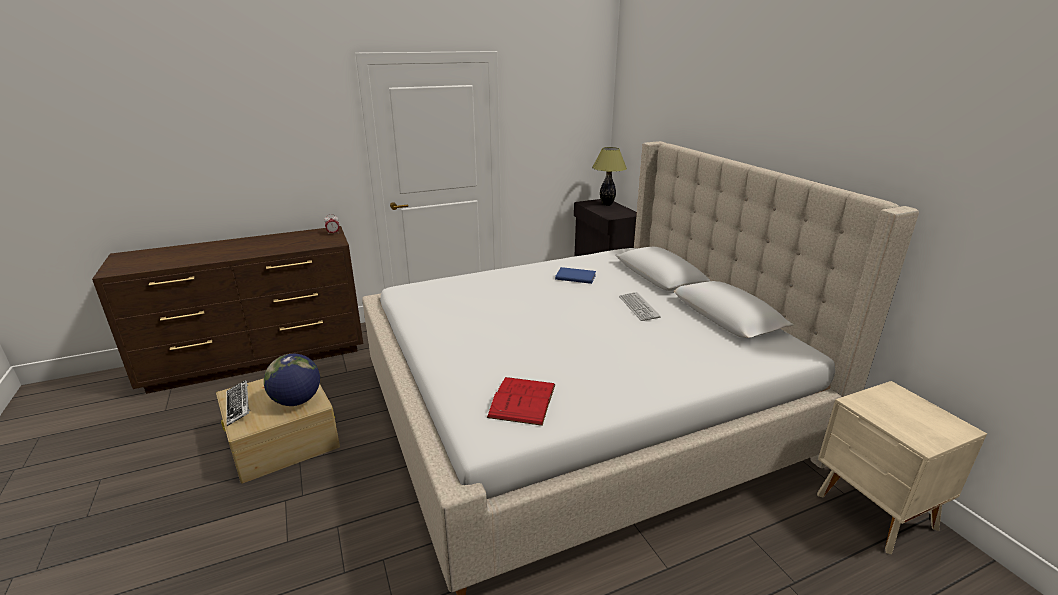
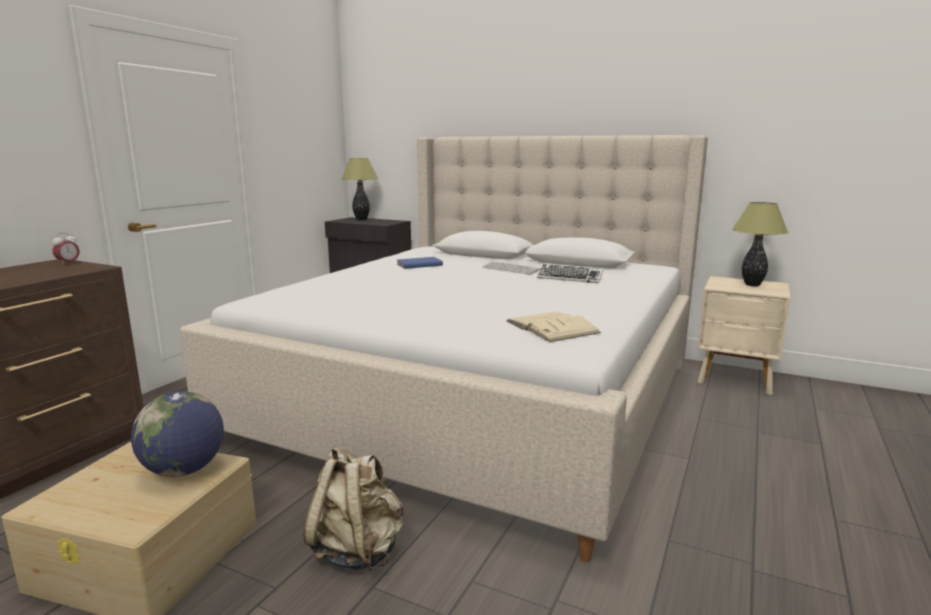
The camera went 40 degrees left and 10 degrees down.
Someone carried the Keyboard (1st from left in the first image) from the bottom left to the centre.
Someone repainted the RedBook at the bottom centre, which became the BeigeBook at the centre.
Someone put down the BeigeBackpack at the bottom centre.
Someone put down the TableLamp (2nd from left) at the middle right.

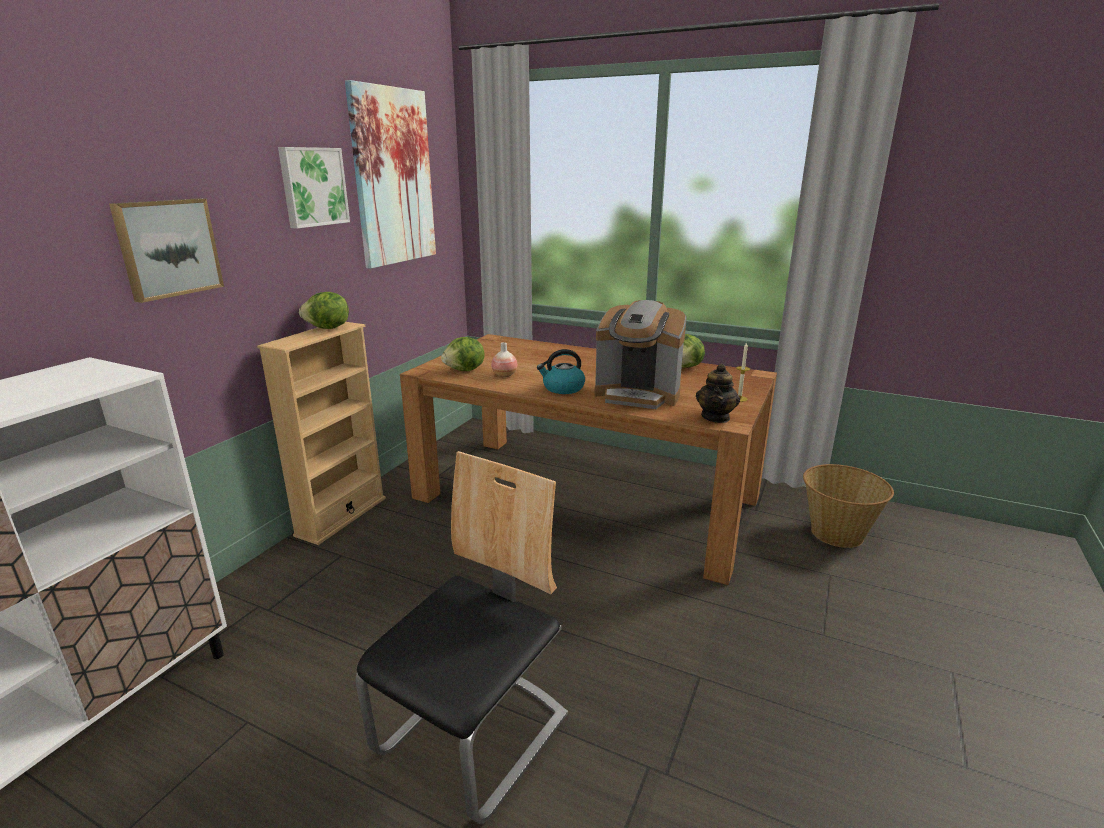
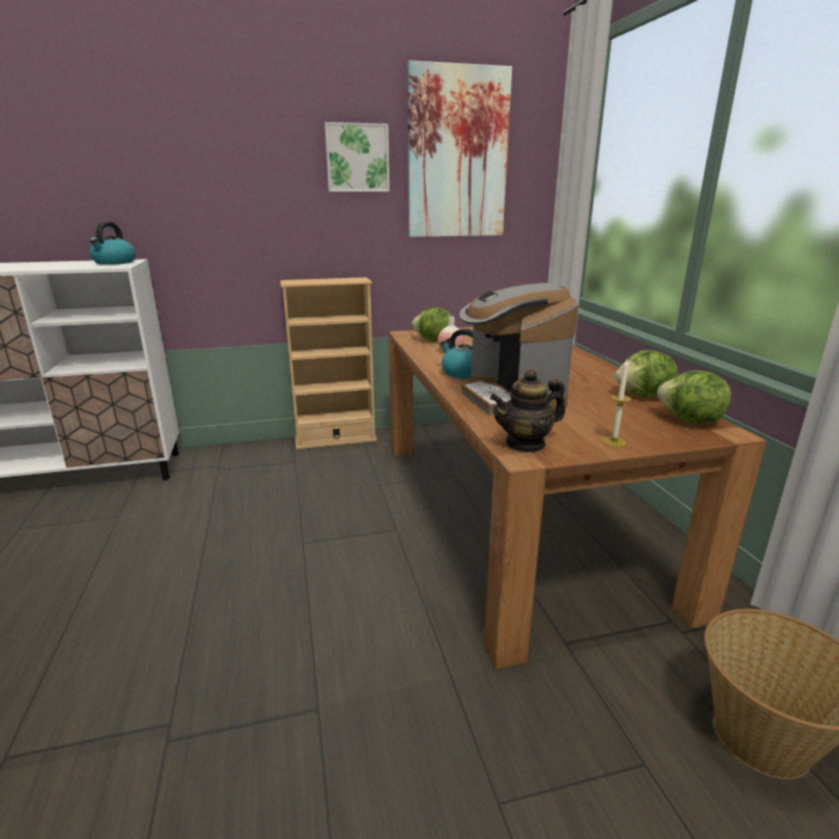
The camera went 50 degrees right and 0 degrees up.
Someone took away the Picture (1st from left) at the top left.
Someone carried the Lettuce (1st from left in the first image) from the middle left to the middle right.
Someone took away the Chair at the bottom centre.
Someone put down the Kettle (1st from left) at the top left.

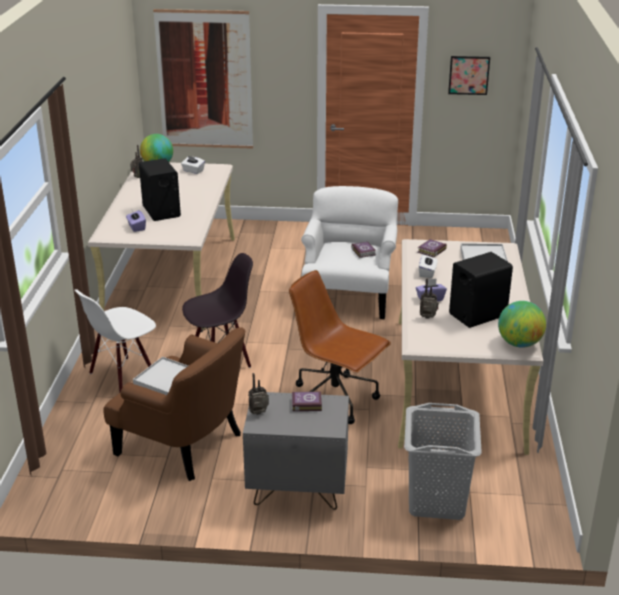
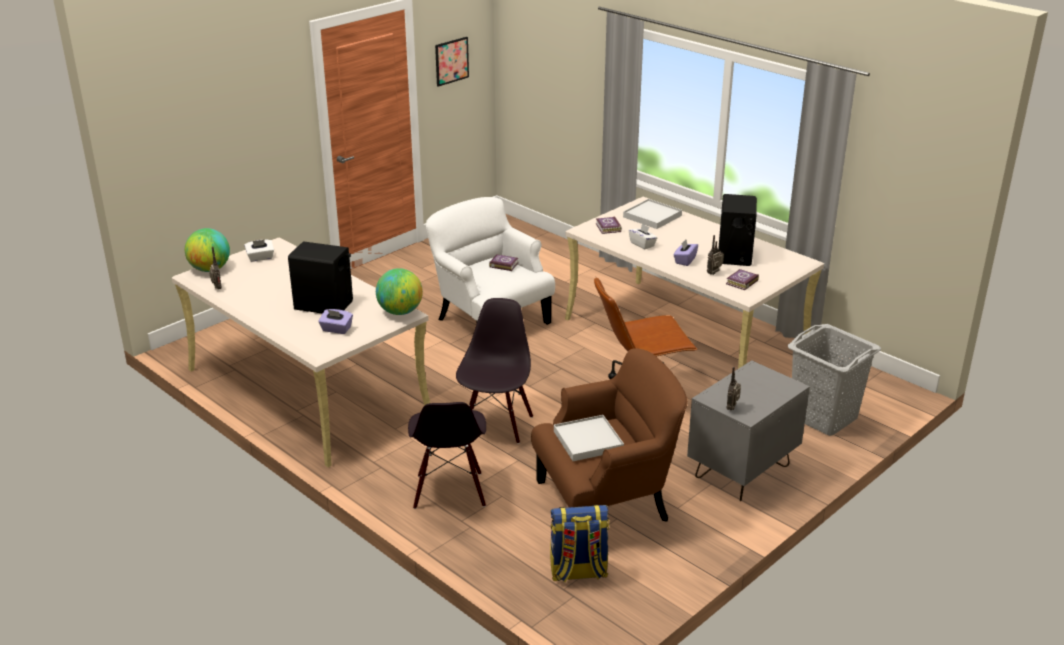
The camera went 50 degrees left and 0 degrees up.
Someone repainted the WhiteChair at the middle left, which became the BlackChair (1st from left) at the bottom centre.
Someone took away the Picture (1st from left) at the top left.
Someone carried the Book (1st from left in the first image) from the bottom centre to the middle right.
Someone carried the Globe (2nd from left) from the middle right to the centre.
Someone put down the Backpack at the bottom centre.

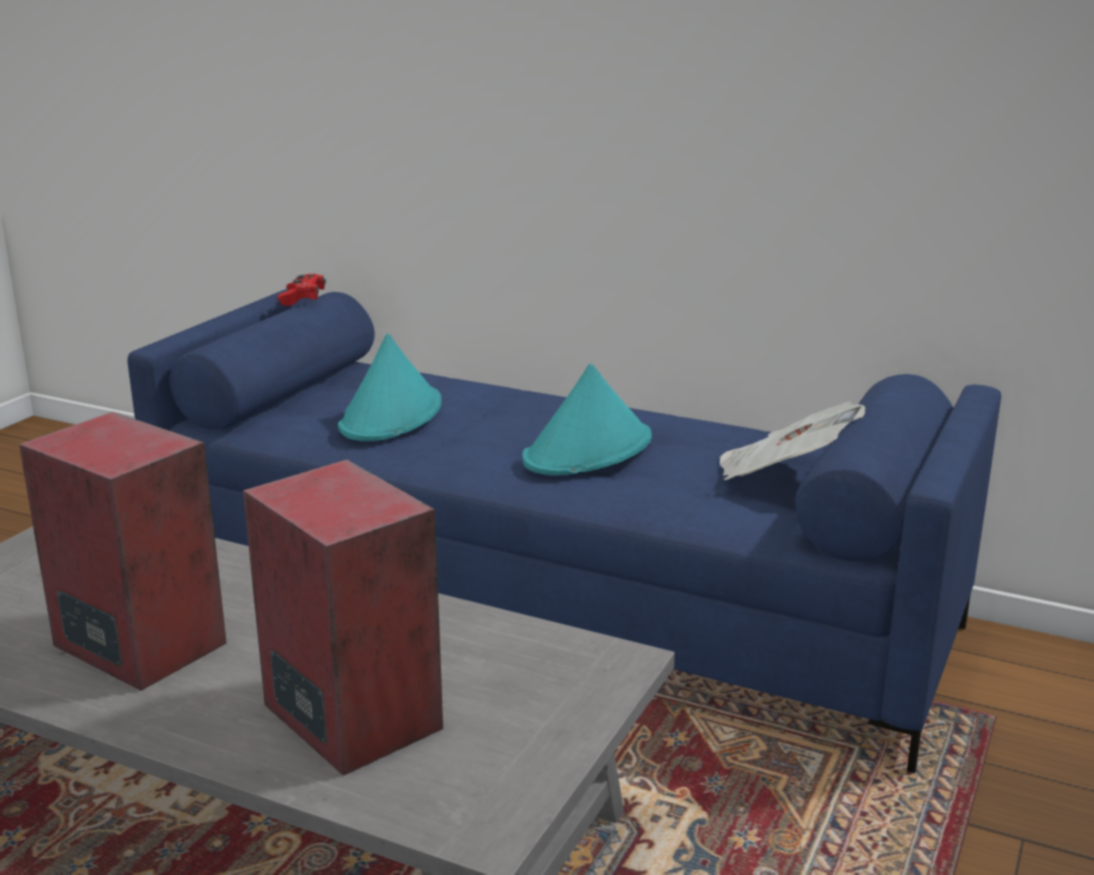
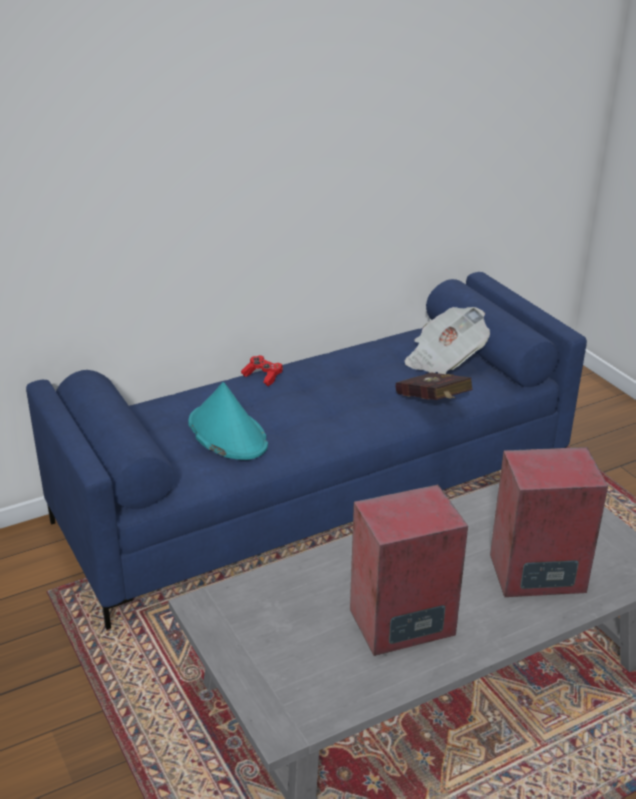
The camera went 55 degrees left and 10 degrees up.
Someone carried the RedGameController from the top left to the centre.
Someone took away the TurquoiseHat (2nd from left) at the centre.
Someone put down the RedBook at the middle right.

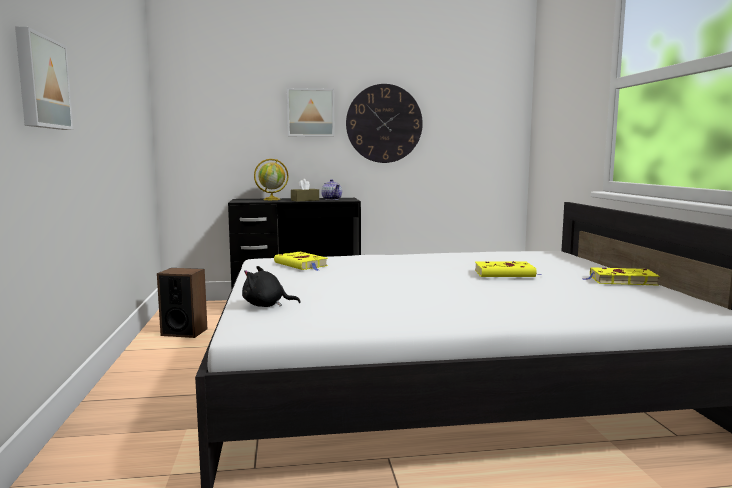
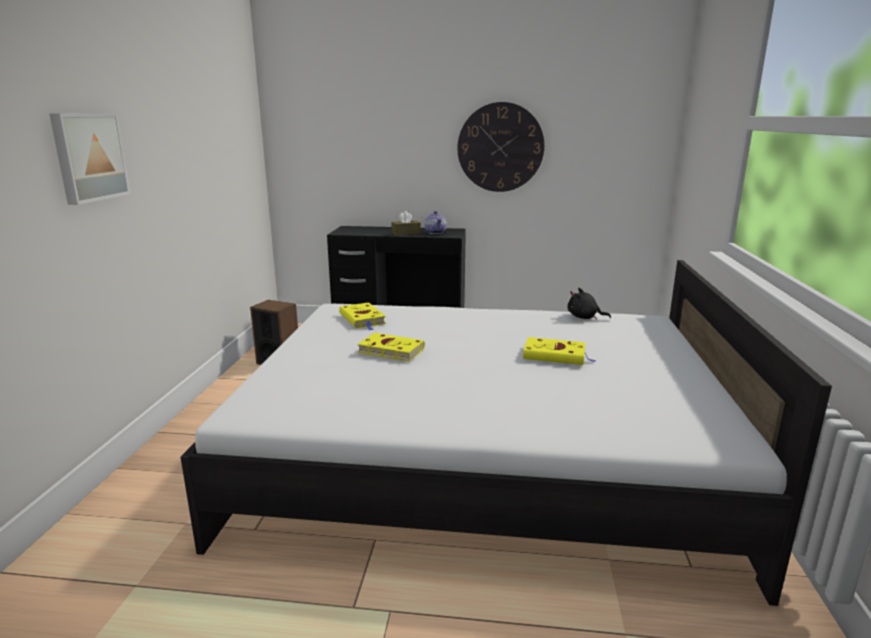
The camera went 15 degrees right and 10 degrees up.
Someone carried the BlackPlushToy from the centre to the middle right.
Someone took away the Globe at the centre.
Someone took away the Picture (2nd from left) at the top centre.
Someone carried the YellowBook (3rd from left in the first image) from the middle right to the centre.

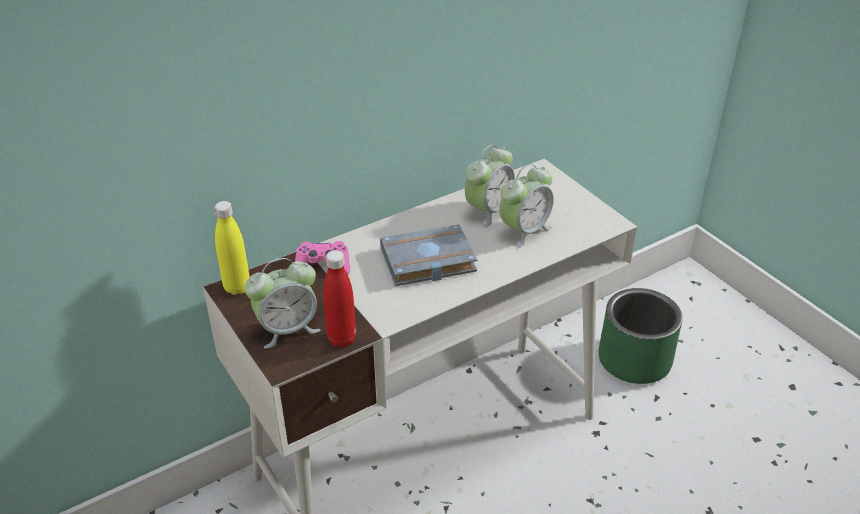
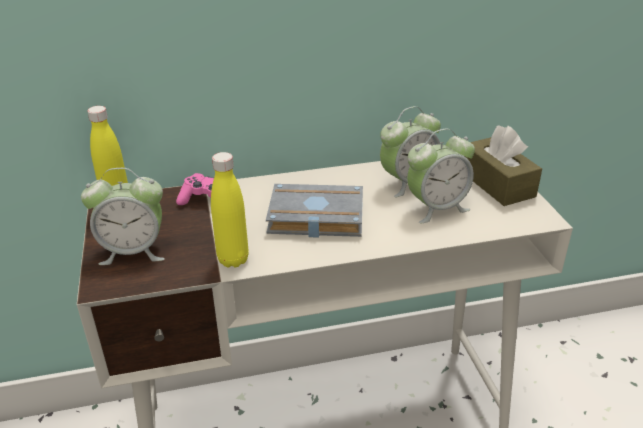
The camera went 20 degrees right and 5 degrees down.
Someone took away the RedBottle at the centre.
Someone took away the GreenPlanter at the middle right.
Someone put down the YellowBottle (2nd from left) at the centre.
Someone put down the BrownTissueBox at the middle right.

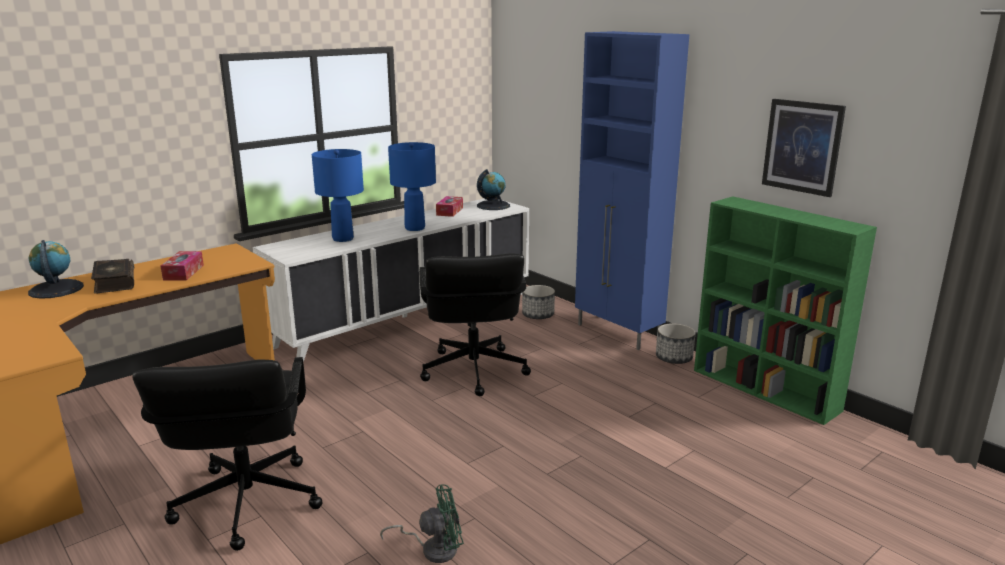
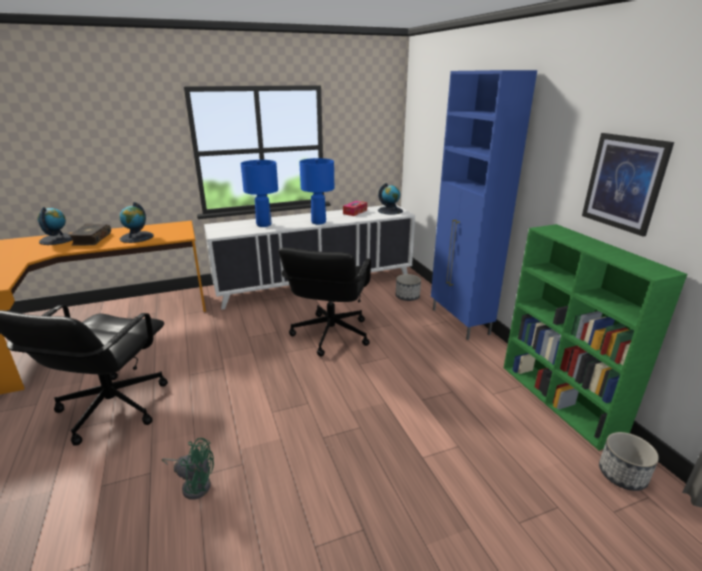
The camera went 20 degrees right and 5 degrees up.
Someone swapped the TissueBox (1st from left) at the middle left for the Globe (2nd from left) at the middle left.
Someone carried the Planter (2nd from left) from the middle right to the bottom right.

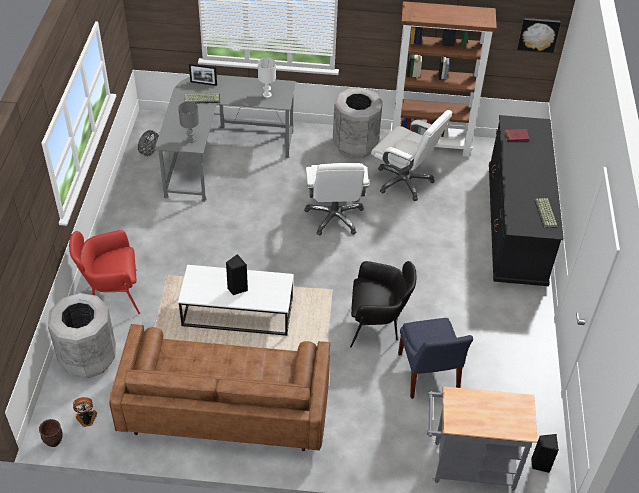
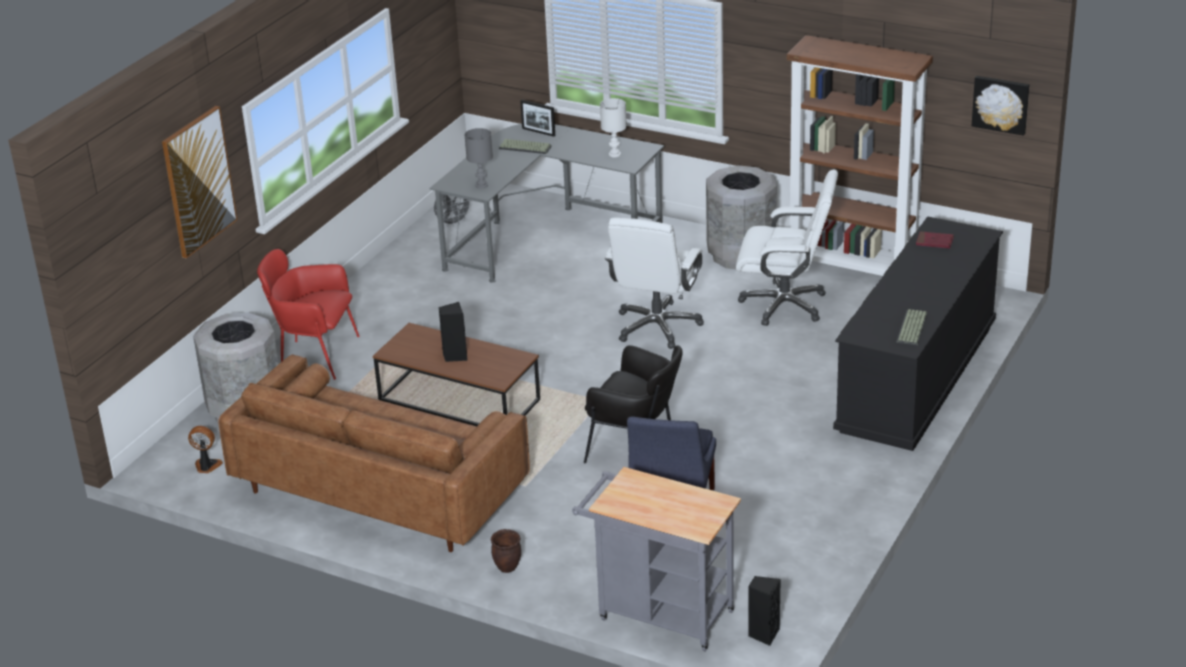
The camera went 25 degrees right and 15 degrees down.
Someone carried the BrownPlanter from the bottom left to the bottom centre.
Someone repainted the WhiteCoffeeTable at the centre, which became the BrownCoffeeTable at the centre.
Someone rotated the WhiteOfficeChair (2nd from left) at the top centre by 45 degrees counterclockwise.
Someone put up the Picture (1st from left) at the top left.

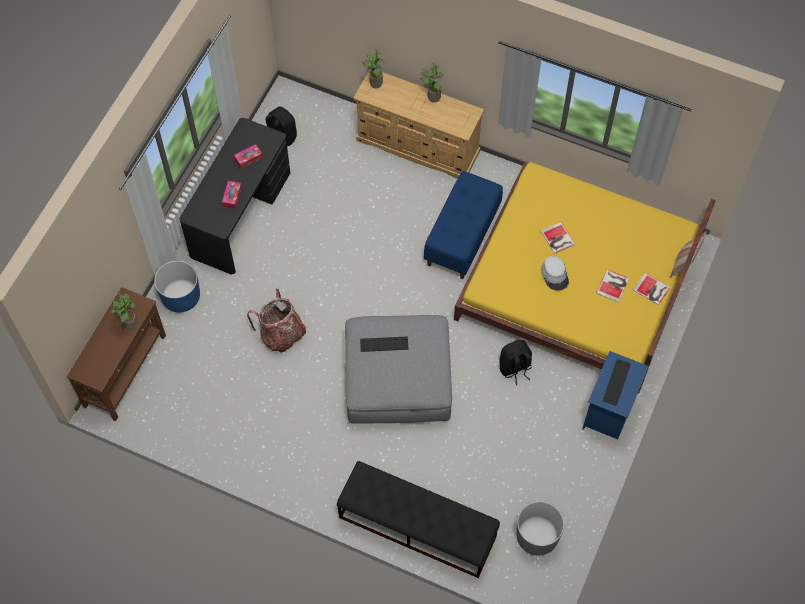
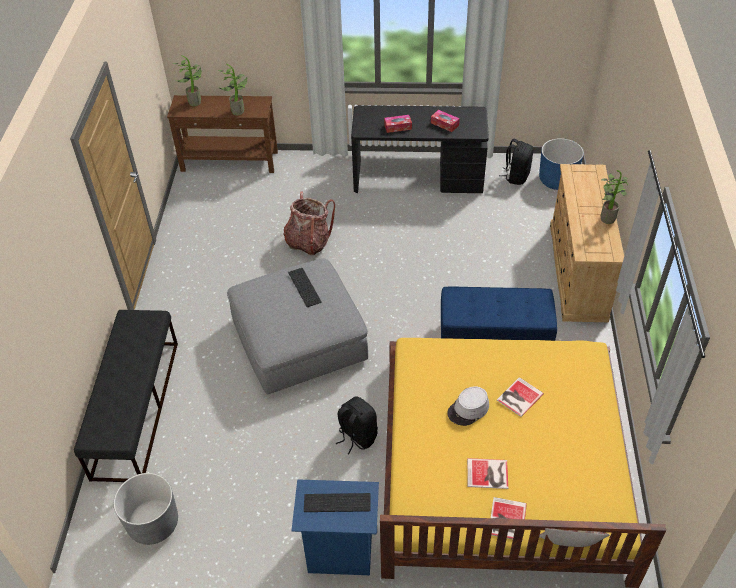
The camera went 70 degrees right and 15 degrees down.
Someone carried the BluePlanter from the middle left to the top right.
Someone carried the PottedPlant (2nd from left in the first image) from the top centre to the top left.

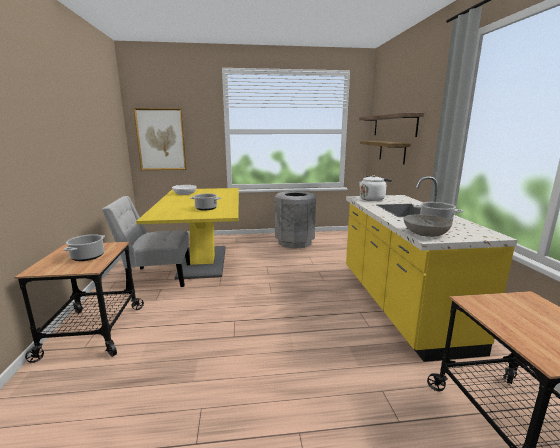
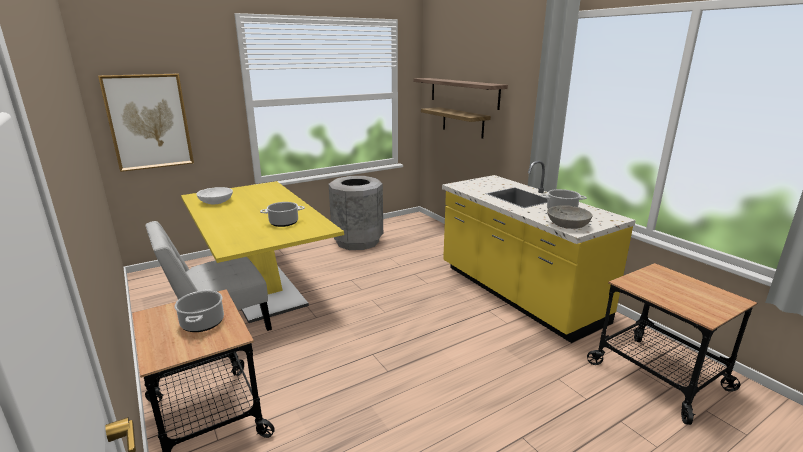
The camera went 25 degrees left and 5 degrees up.
Someone took away the WhiteKettle at the middle right.

